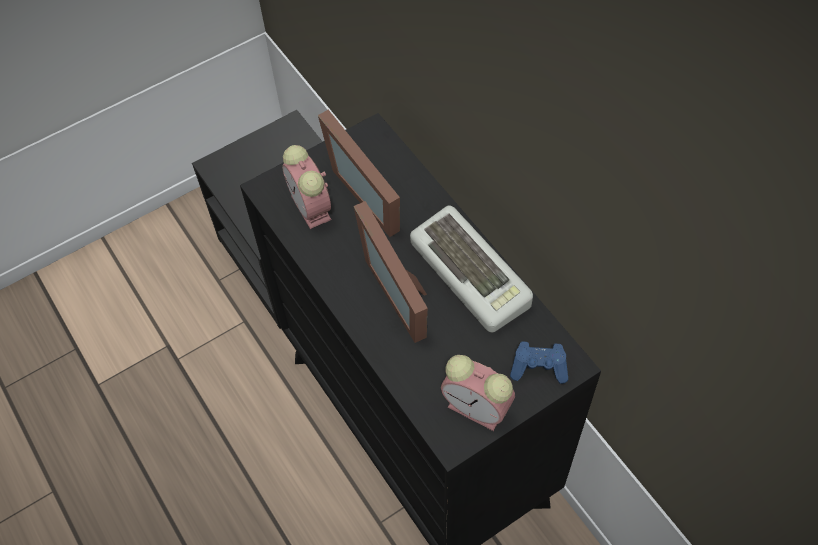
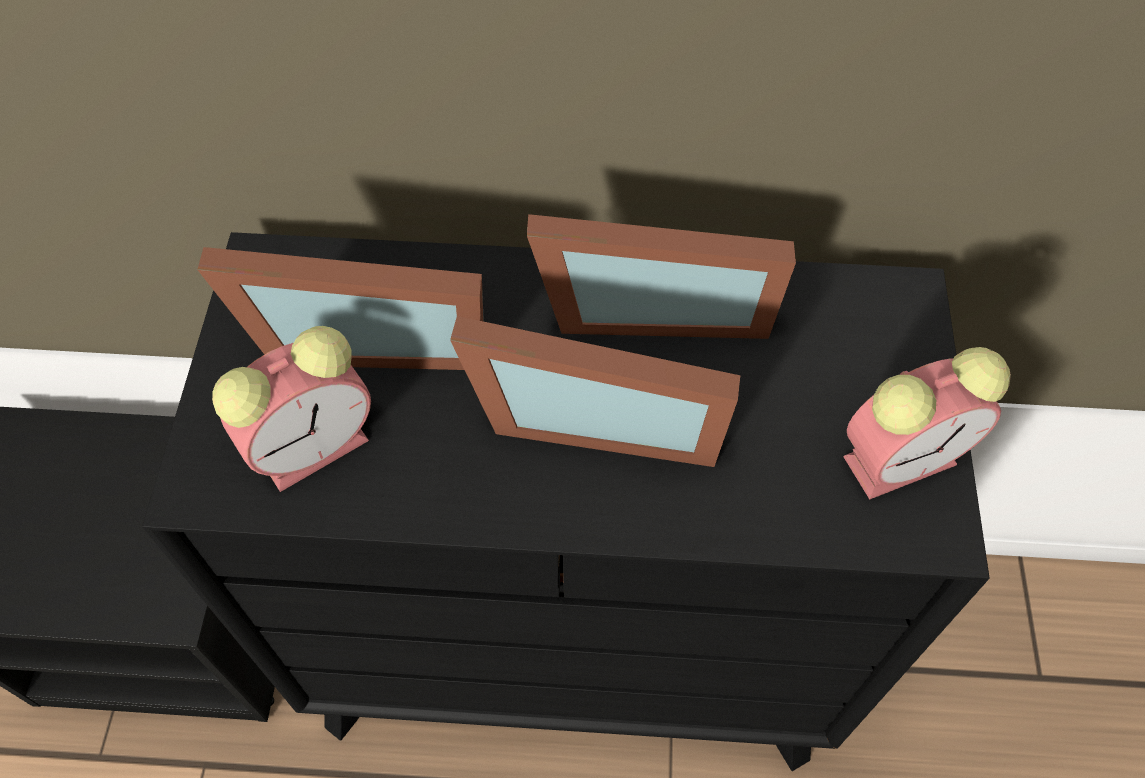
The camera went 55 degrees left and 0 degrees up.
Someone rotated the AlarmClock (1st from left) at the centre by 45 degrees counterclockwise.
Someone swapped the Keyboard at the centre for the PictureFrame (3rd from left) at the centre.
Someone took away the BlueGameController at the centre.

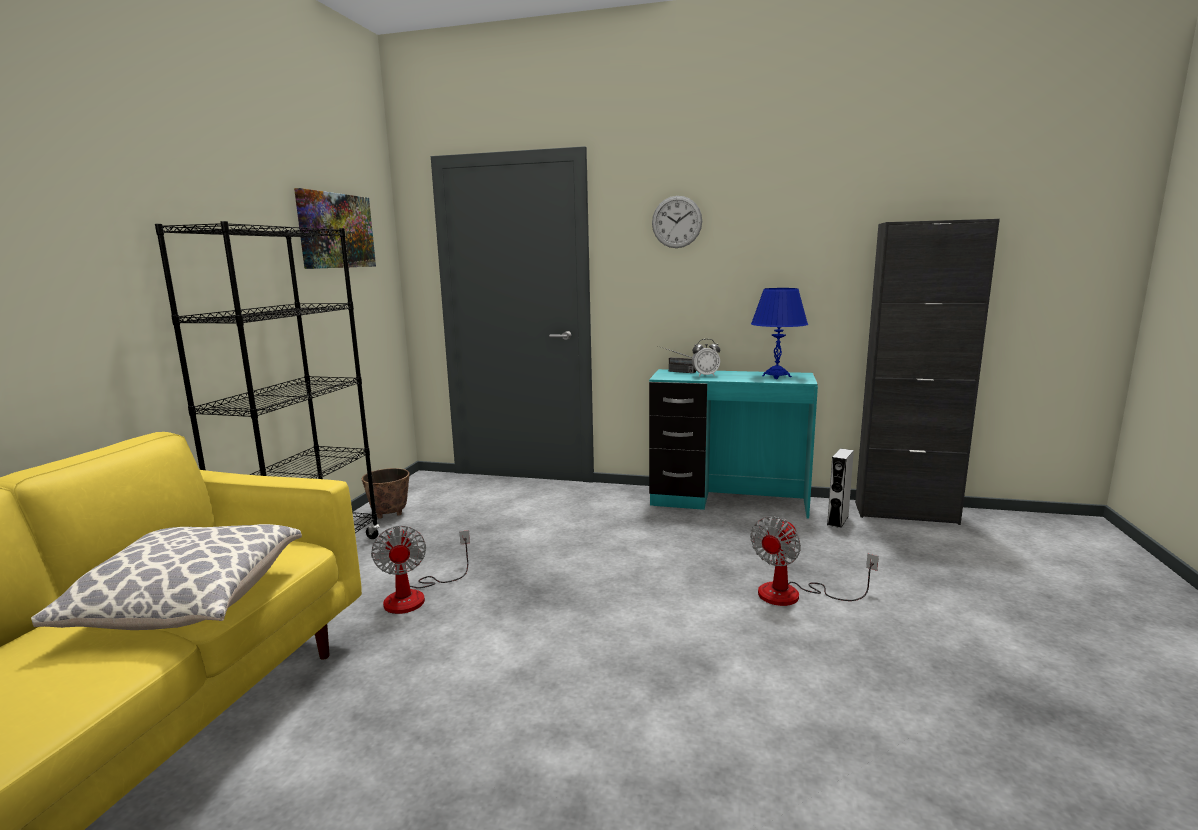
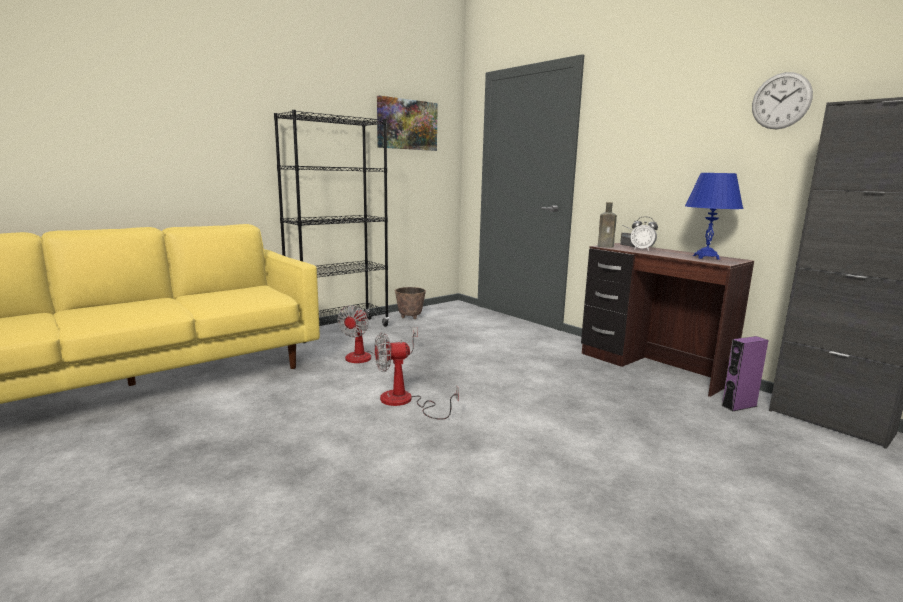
The camera went 35 degrees right and 0 degrees up.
Someone took away the Pillow at the bottom left.
Someone repainted the TurquoiseDesk at the centre, which became the BrownDesk at the middle right.
Someone carried the WallClock from the top centre to the top right.
Someone carried the Fan (2nd from left) from the bottom right to the centre.
Someone repainted the GreySpeaker at the middle right, which became the PurpleSpeaker at the middle right.
Someone put down the BrownBottle at the middle right.

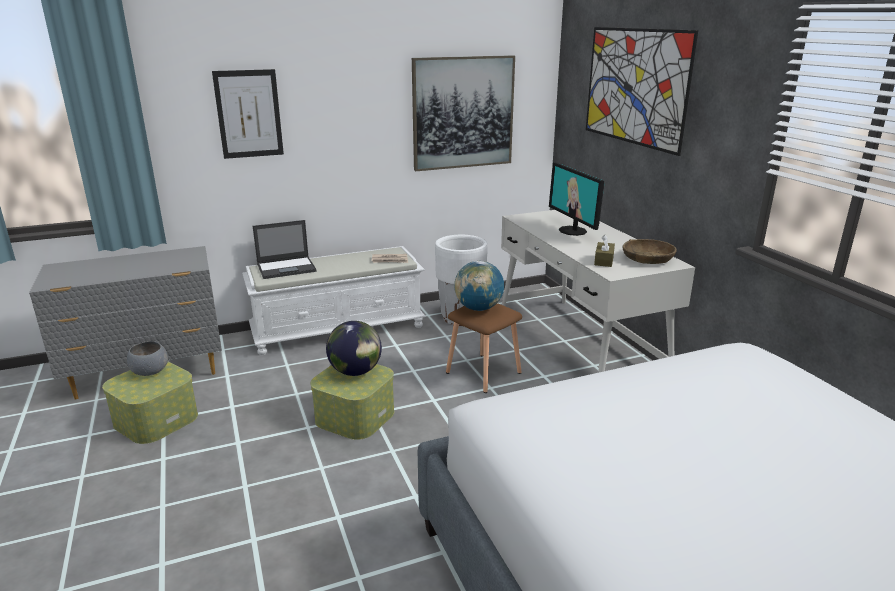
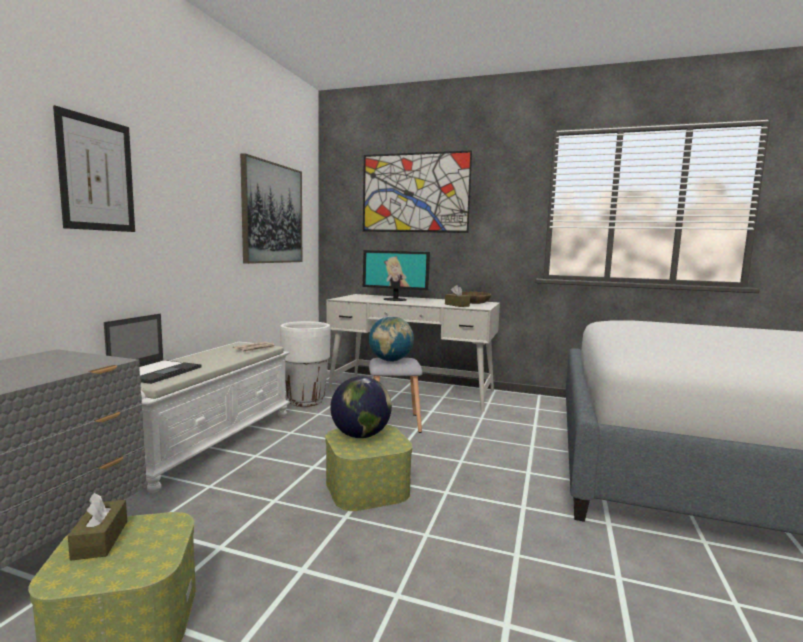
The camera went 50 degrees left and 15 degrees down.
Someone swapped the GreyBowl at the middle left for the BrownTissueBox (1st from left) at the bottom left.
Someone repainted the BrownStool at the centre, which became the GreyStool at the centre.

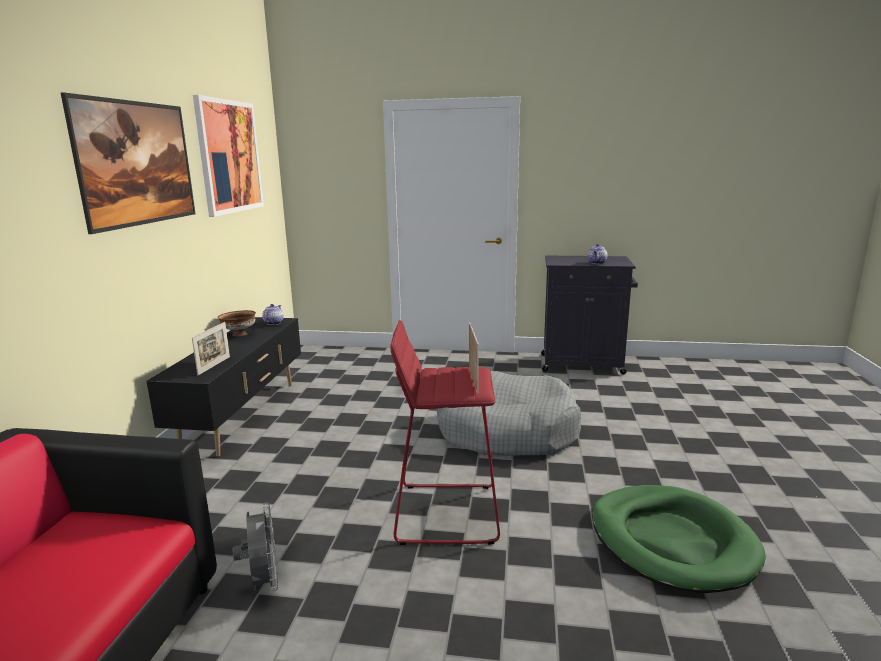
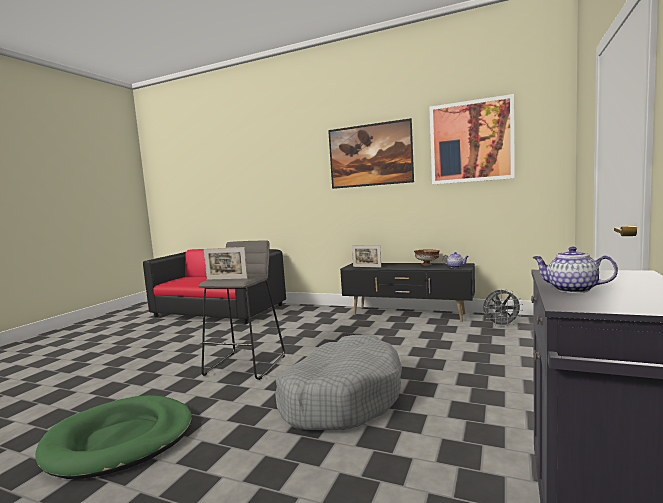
The camera went 105 degrees right and 10 degrees down.
Someone carried the GreyFan from the bottom left to the middle right.
Someone repainted the RedStool at the centre, which became the GreyStool at the centre.

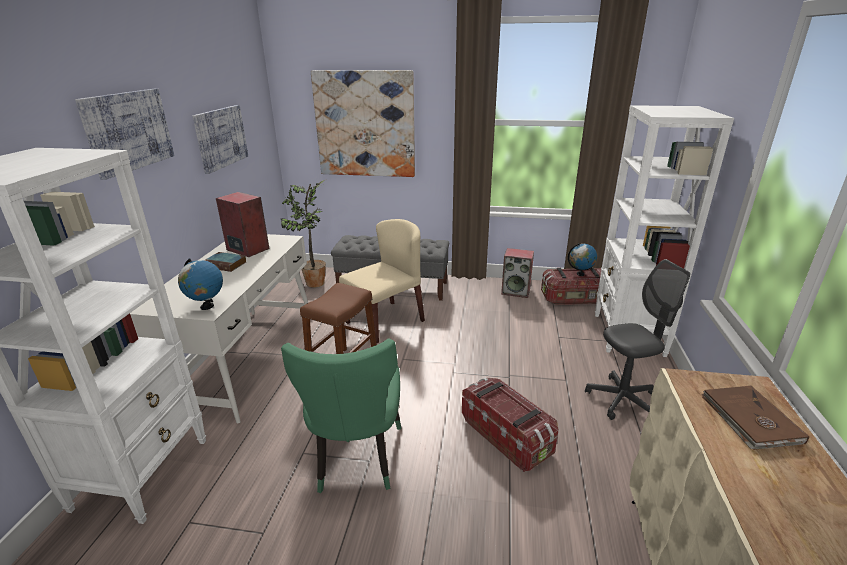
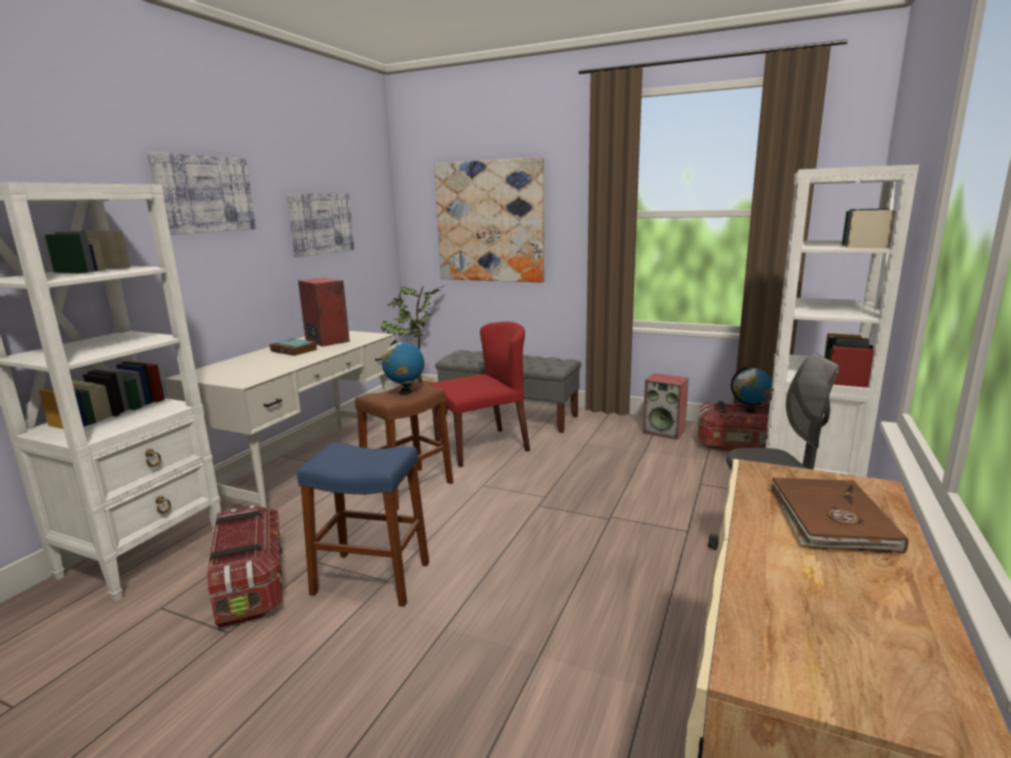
The camera went 15 degrees right and 10 degrees down.
Someone carried the Globe (1st from left) from the middle left to the centre.
Someone swapped the GreenChair at the bottom centre for the BlueStool at the bottom centre.
Someone repainted the BeigeChair at the centre, which became the RedChair at the centre.
Someone carried the StorageBox (1st from left) from the bottom centre to the bottom left.

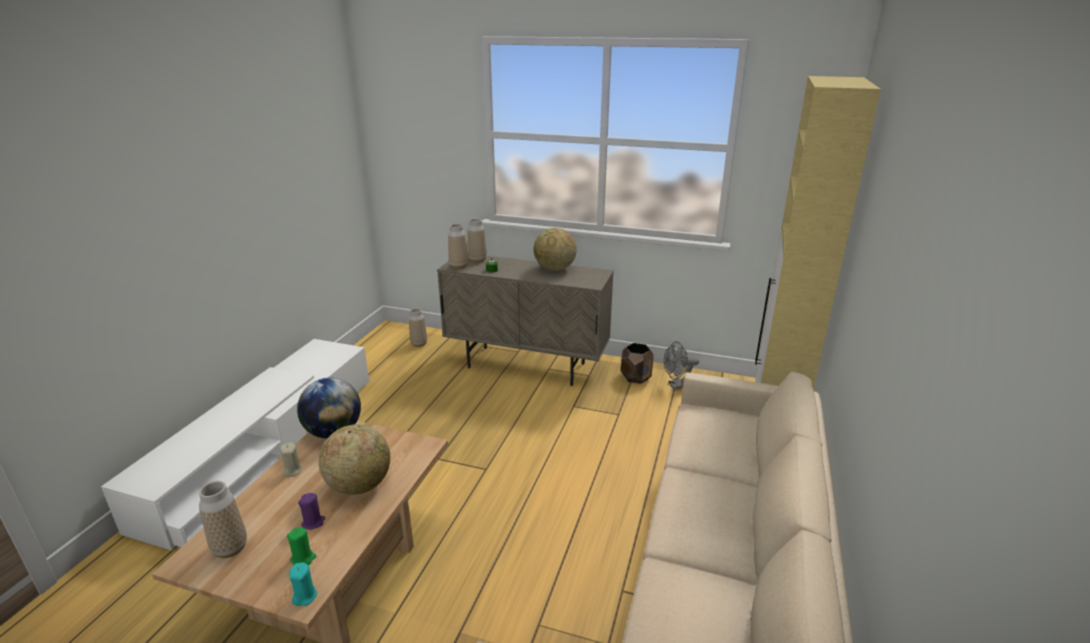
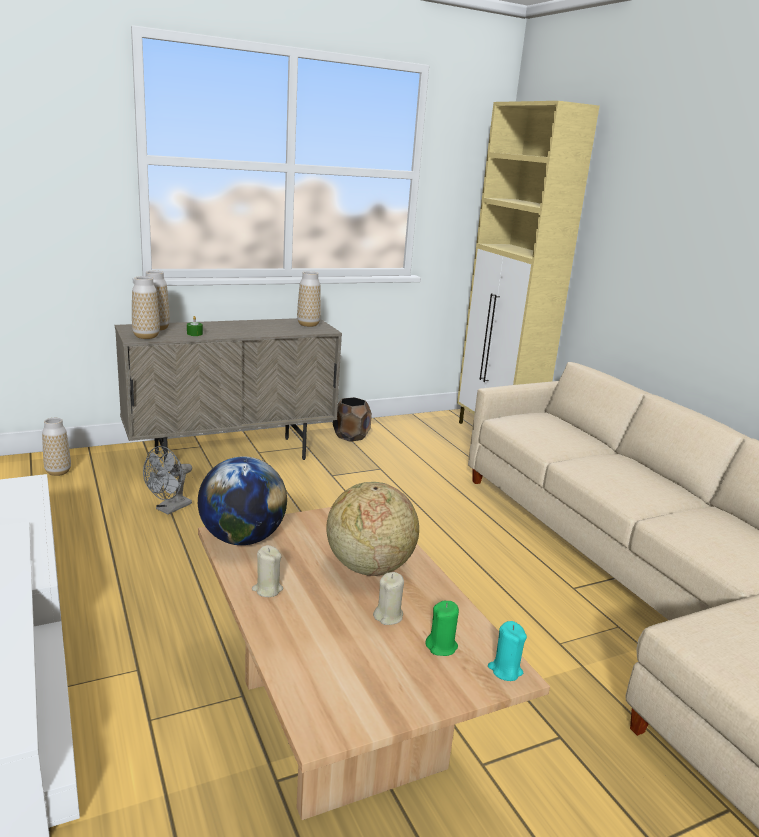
The camera went 45 degrees left and 5 degrees down.
Someone carried the Vase (1st from left in the first image) from the bottom left to the centre.
Someone repainted the PurpleCandle at the bottom left, which became the BeigeCandle (2nd from left) at the bottom centre.
Someone took away the Globe (3rd from left) at the centre.
Someone carried the GreyFan from the centre to the middle left.

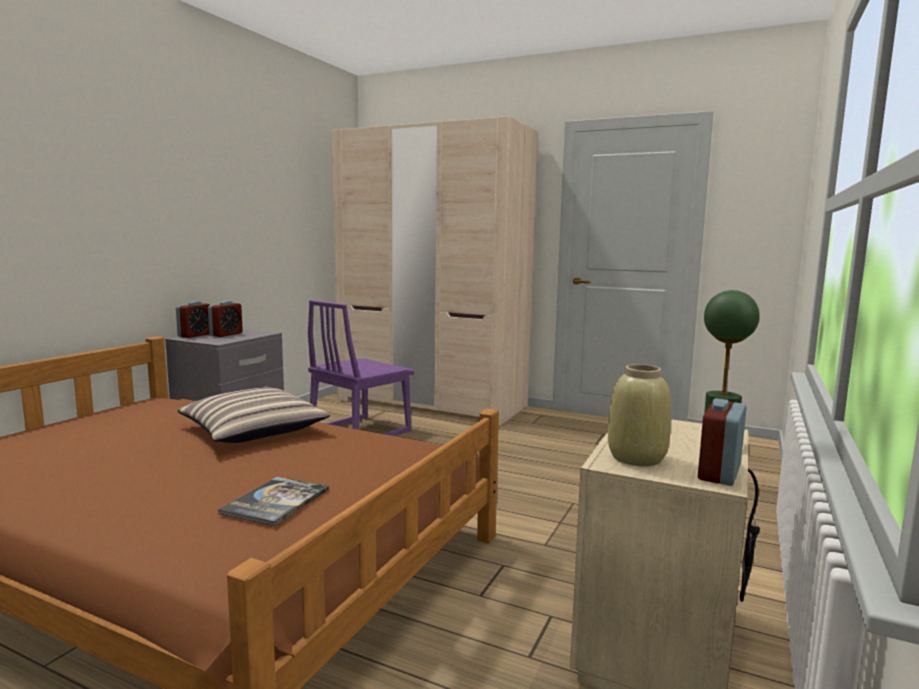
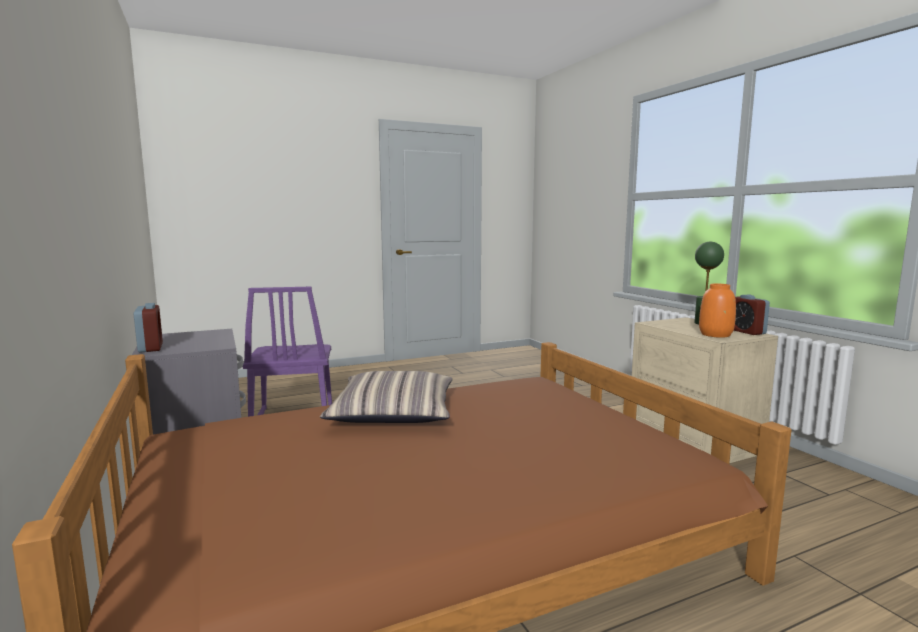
The camera went 50 degrees left and 0 degrees up.
Someone took away the AlarmClock (2nd from left) at the middle left.
Someone took away the Book at the bottom left.
Someone took away the BeigeWardrobe at the centre.
Someone repainted the BeigeVase at the middle right, which became the OrangeVase at the middle right.

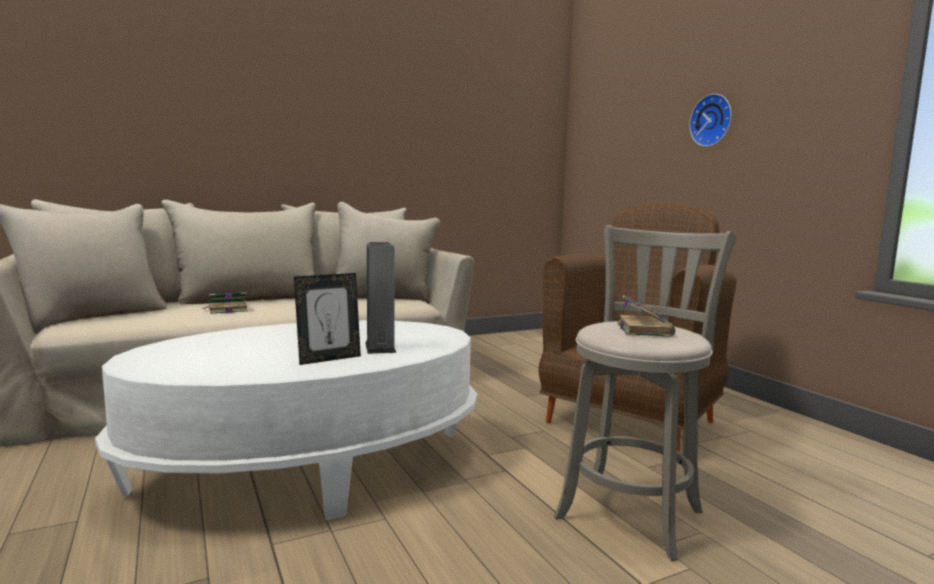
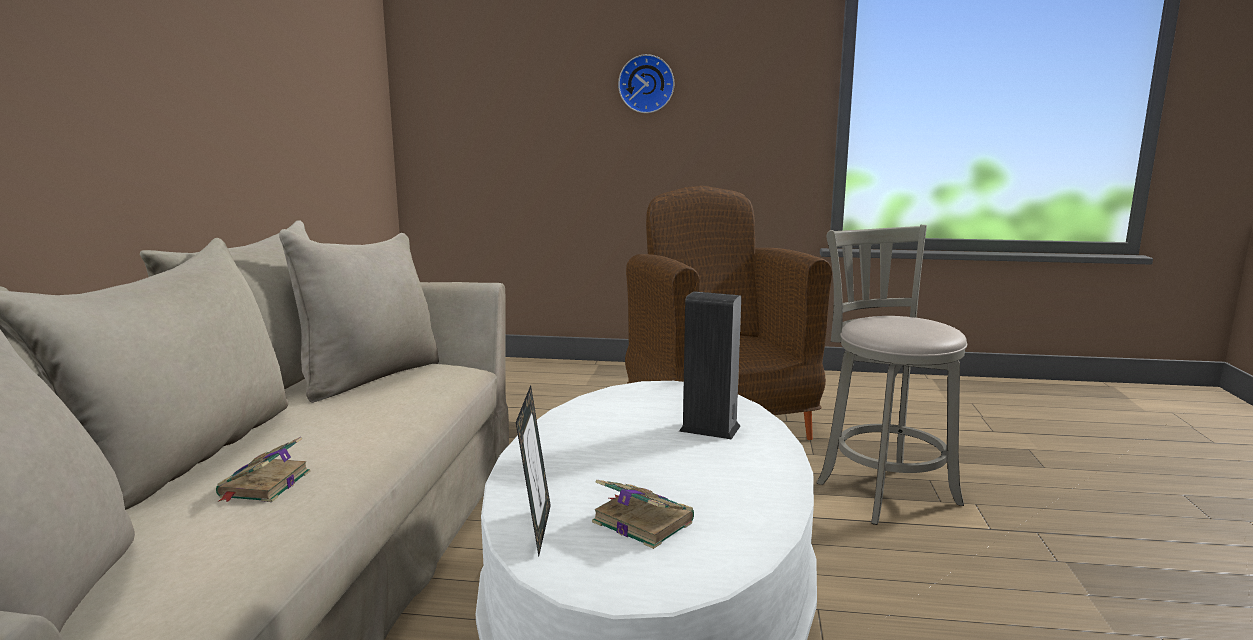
The camera went 55 degrees left and 5 degrees up.
Someone carried the PictureFrame from the centre to the bottom centre.
Someone carried the Book (2nd from left) from the middle right to the bottom centre.

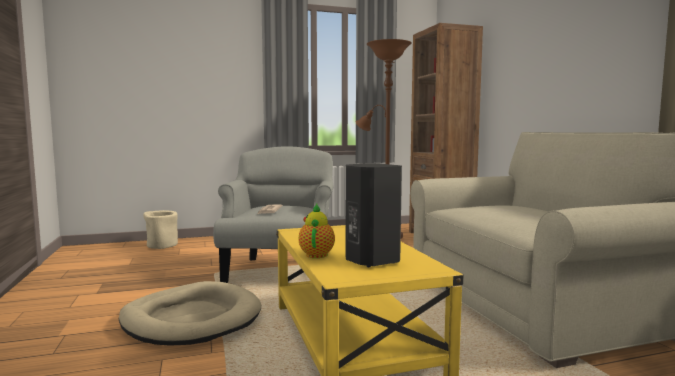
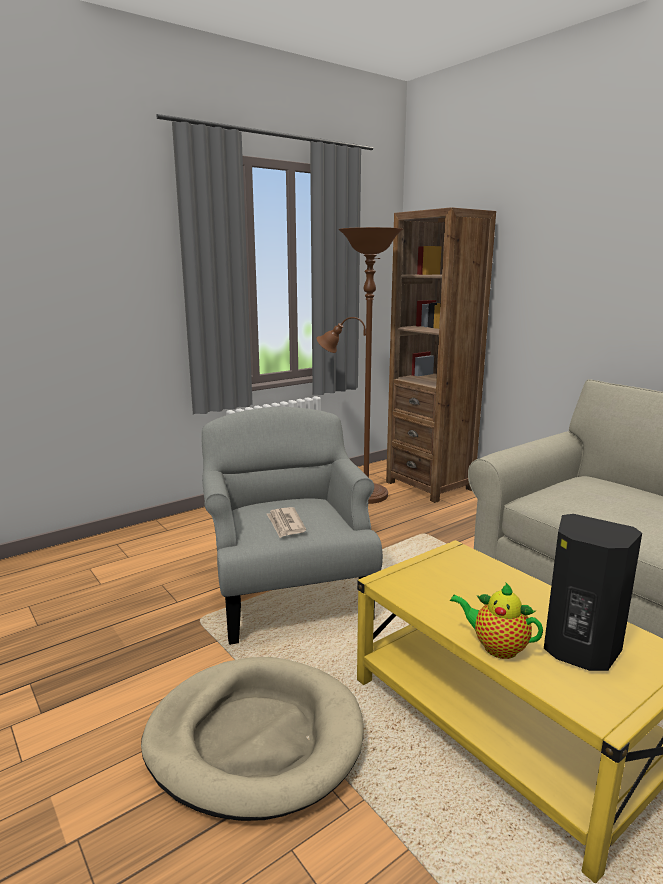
The camera went 20 degrees left and 10 degrees up.
Someone took away the BeigePlanter at the middle left.
Someone rotated the Teapot at the centre by 45 degrees counterclockwise.

